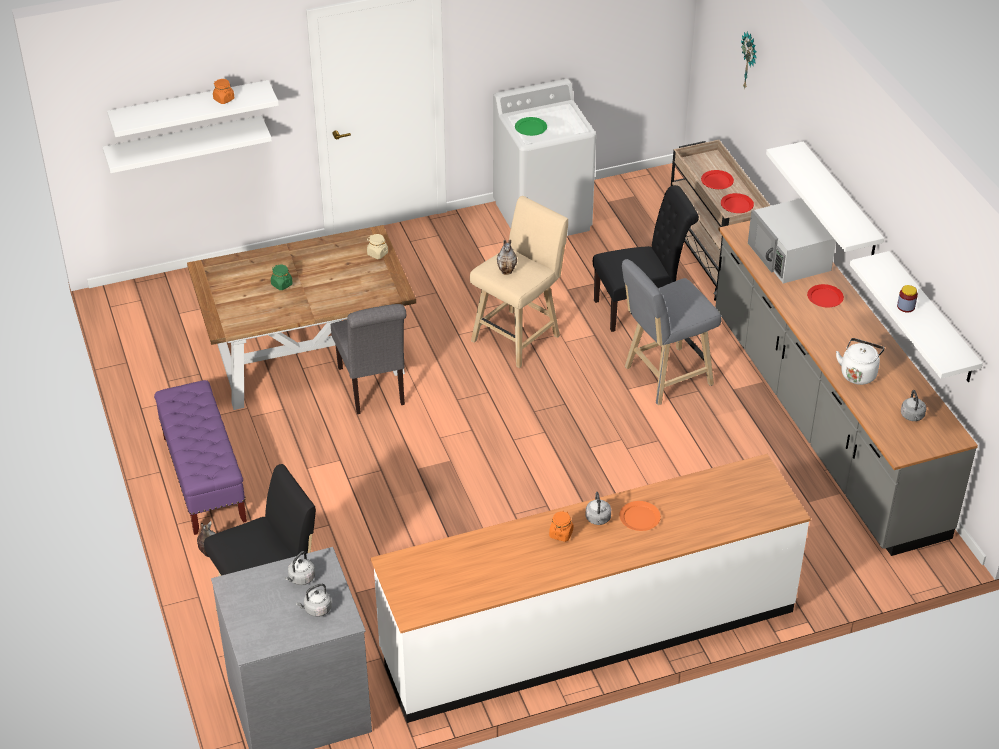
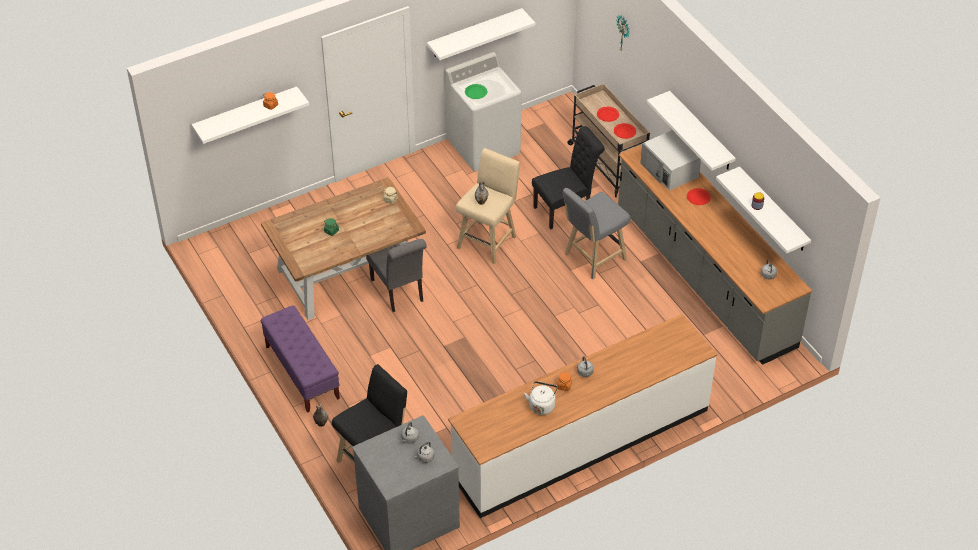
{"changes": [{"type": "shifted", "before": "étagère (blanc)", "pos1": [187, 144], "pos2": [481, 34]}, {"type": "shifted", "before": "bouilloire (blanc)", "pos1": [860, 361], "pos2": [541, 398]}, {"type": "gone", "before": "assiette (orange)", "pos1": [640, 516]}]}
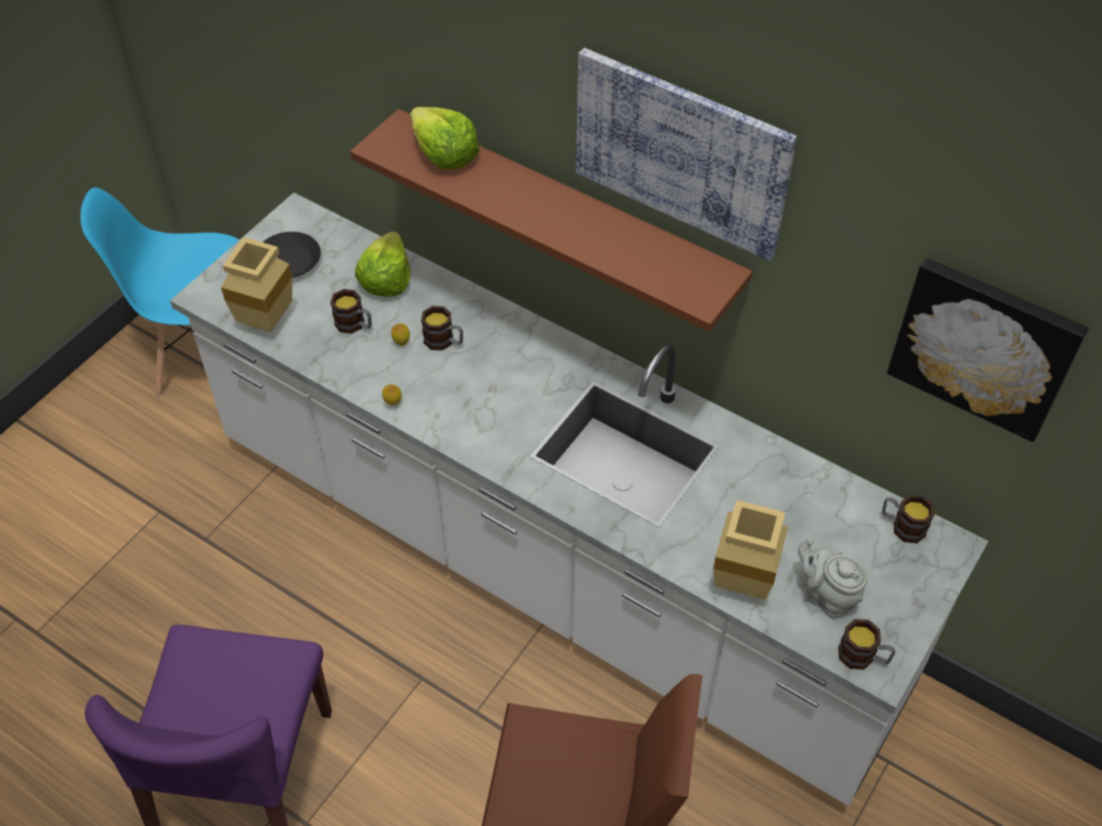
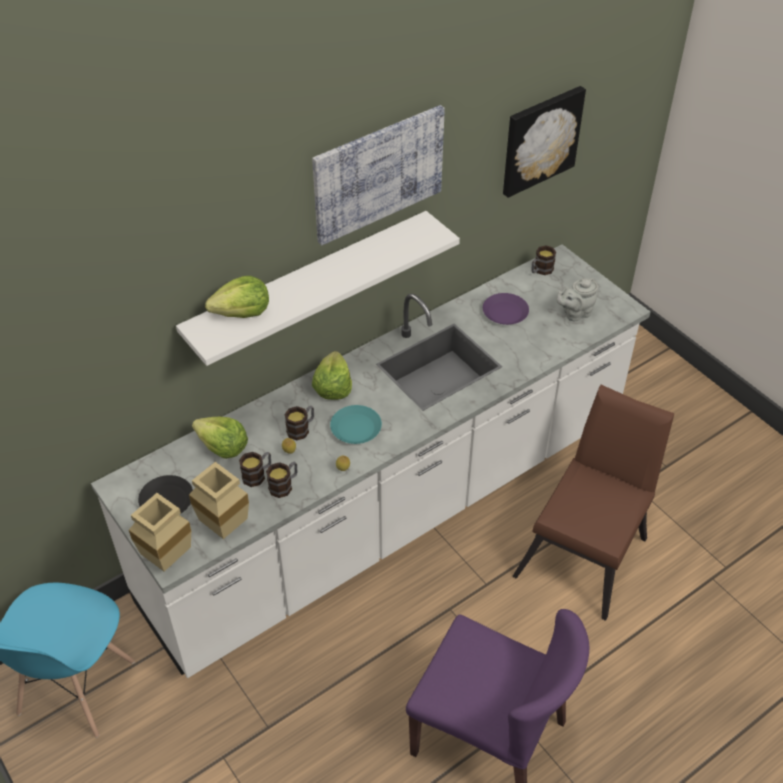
{"changes": [{"type": "shifted", "before": "vase (beige)", "pos1": [750, 550], "pos2": [160, 532]}, {"type": "repainted", "before": "étagère (marron)", "after": "étagère (blanc)", "pos1": [551, 220], "pos2": [318, 288]}, {"type": "shifted", "before": "mug", "pos1": [866, 644], "pos2": [281, 480]}, {"type": "new", "after": "laitue", "pos2": [332, 375]}, {"type": "new", "after": "assiette (turquoise)", "pos2": [356, 424]}, {"type": "new", "after": "assiette (violet)", "pos2": [506, 309]}]}
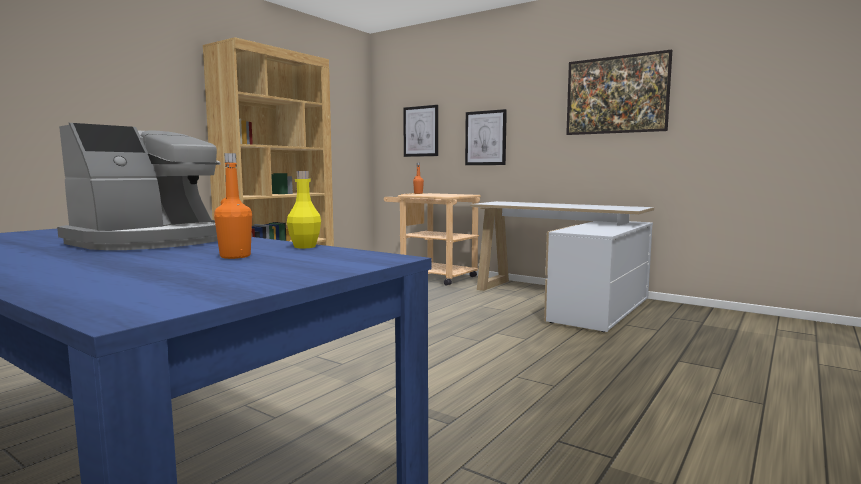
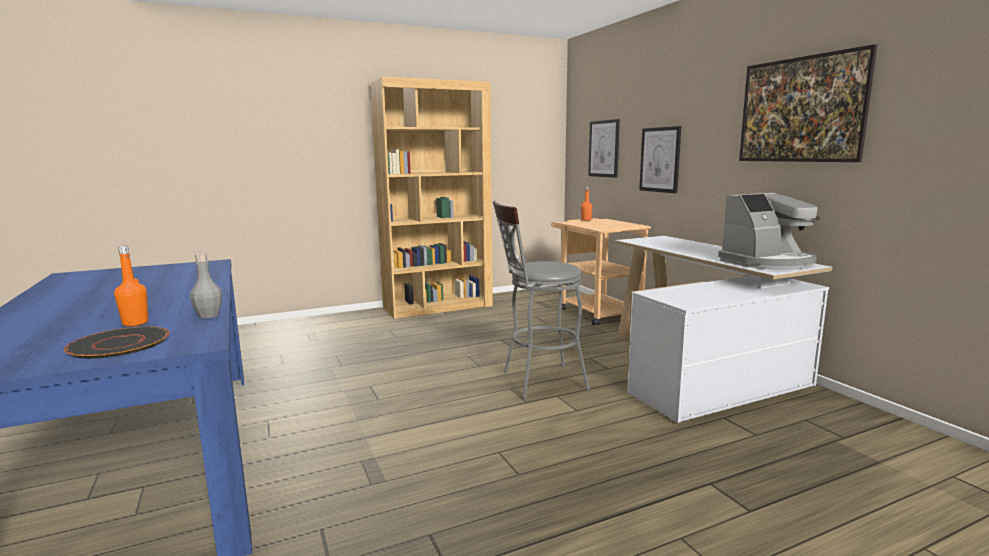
{"changes": [{"type": "new", "after": "assiette (noir)", "pos2": [117, 342]}, {"type": "repainted", "before": "bouteille (jaune)", "after": "bouteille (gris)", "pos1": [304, 209], "pos2": [206, 286]}, {"type": "new", "after": "tabouret (gris)", "pos2": [541, 299]}, {"type": "shifted", "before": "machine à café", "pos1": [139, 186], "pos2": [769, 231]}]}
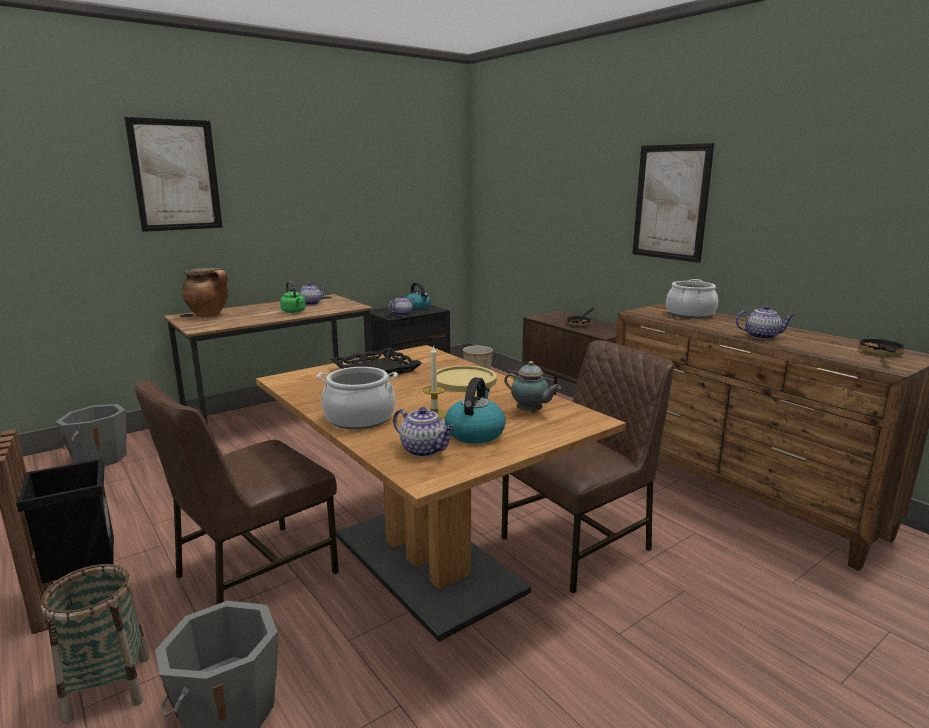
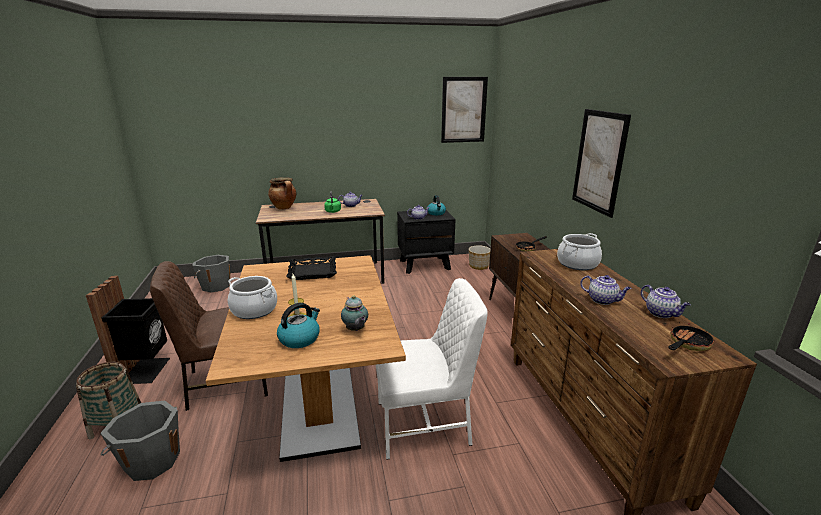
{"changes": [{"type": "repainted", "before": "chaise (marron)", "after": "chaise (blanc)", "pos1": [587, 467], "pos2": [432, 369]}, {"type": "shifted", "before": "tableau", "pos1": [173, 174], "pos2": [464, 110]}, {"type": "shifted", "before": "théière", "pos1": [424, 432], "pos2": [666, 301]}, {"type": "gone", "before": "assiette (jaune)", "pos1": [467, 378]}]}
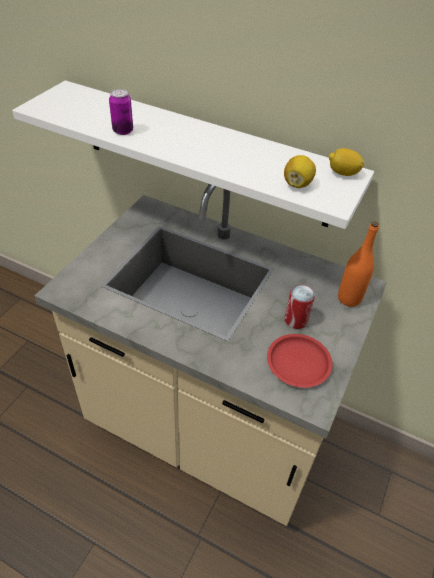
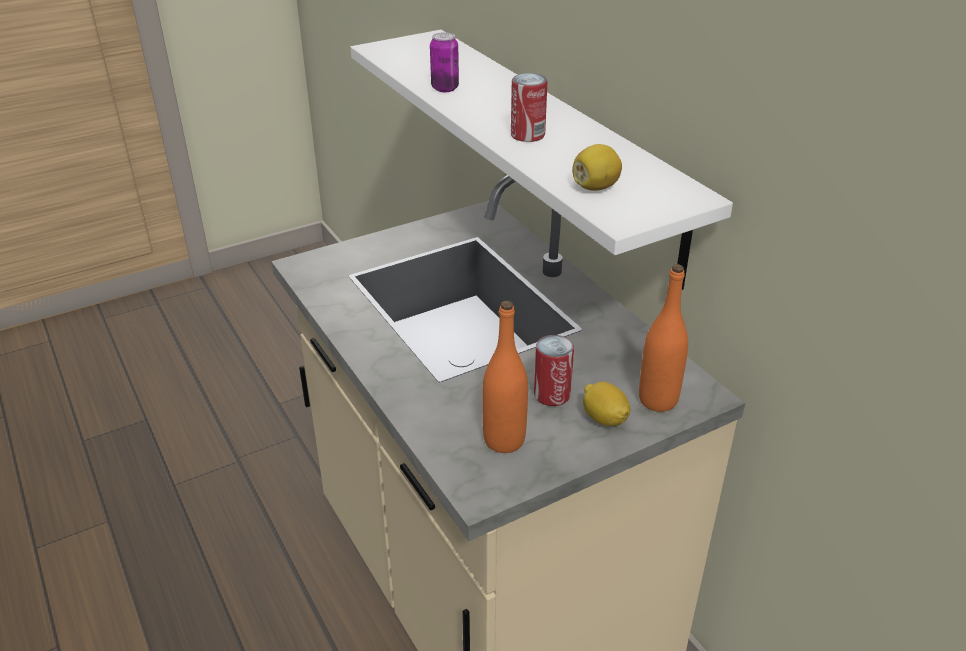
{"changes": [{"type": "swapped", "before": "assiette (rouge)", "after": "bouteille (orange)", "pos1": [300, 361], "pos2": [505, 377]}, {"type": "new", "after": "boîte métallique", "pos2": [529, 107]}, {"type": "shifted", "before": "citron", "pos1": [346, 162], "pos2": [606, 404]}]}
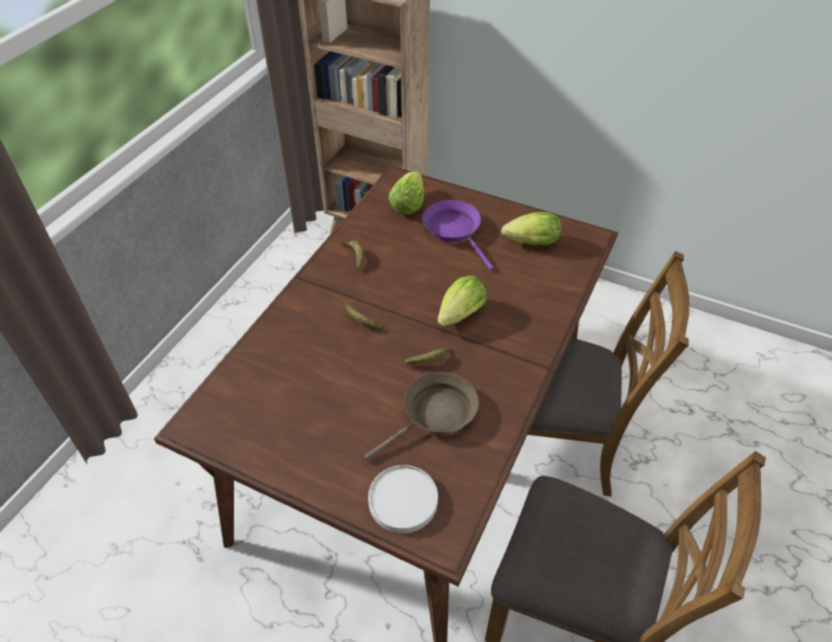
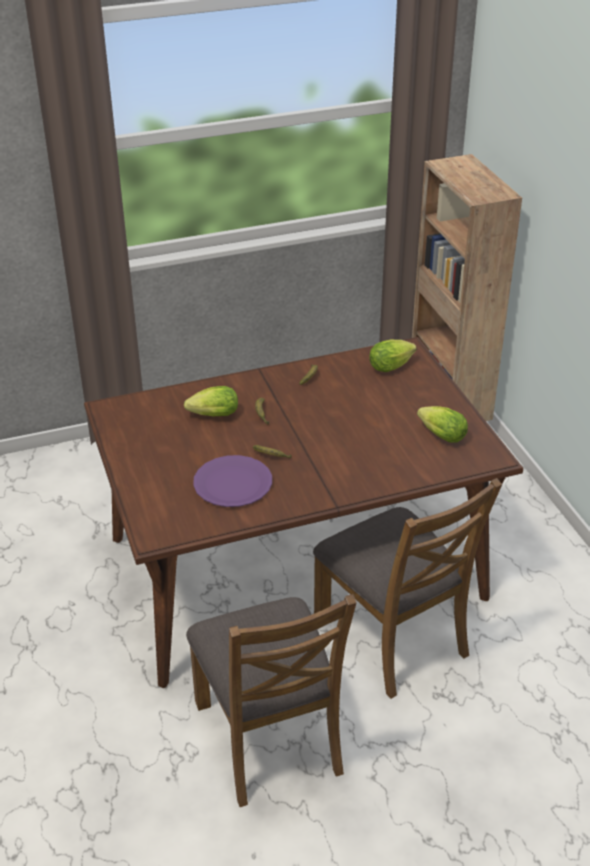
{"changes": [{"type": "shifted", "before": "laitue", "pos1": [462, 301], "pos2": [211, 401]}, {"type": "swapped", "before": "poêle (marron)", "after": "assiette (violet)", "pos1": [421, 416], "pos2": [232, 481]}, {"type": "gone", "before": "assiette (blanc)", "pos1": [403, 499]}, {"type": "gone", "before": "poêle (violet)", "pos1": [458, 235]}]}
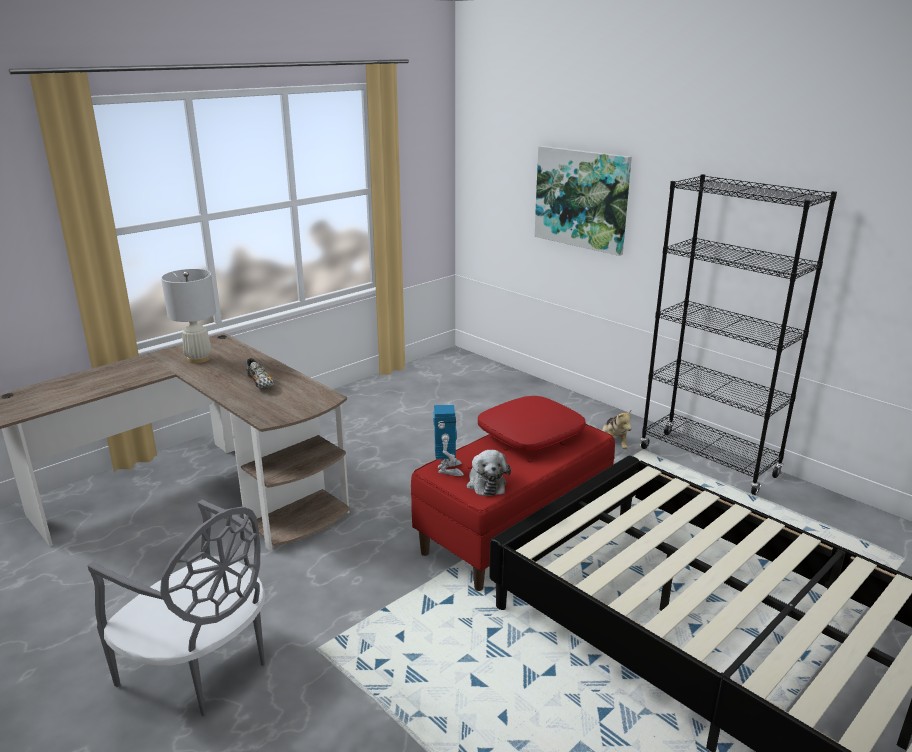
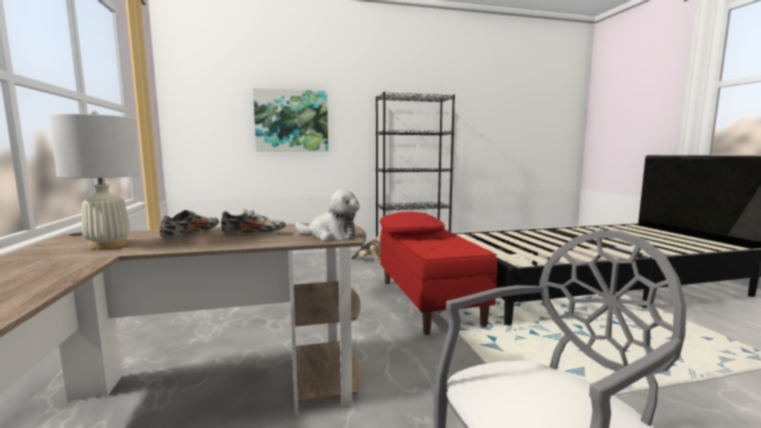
{"changes": [{"type": "new", "after": "chaussure", "pos2": [189, 224]}, {"type": "shifted", "before": "peluche", "pos1": [489, 473], "pos2": [327, 215]}, {"type": "gone", "before": "robot jouet", "pos1": [448, 440]}]}
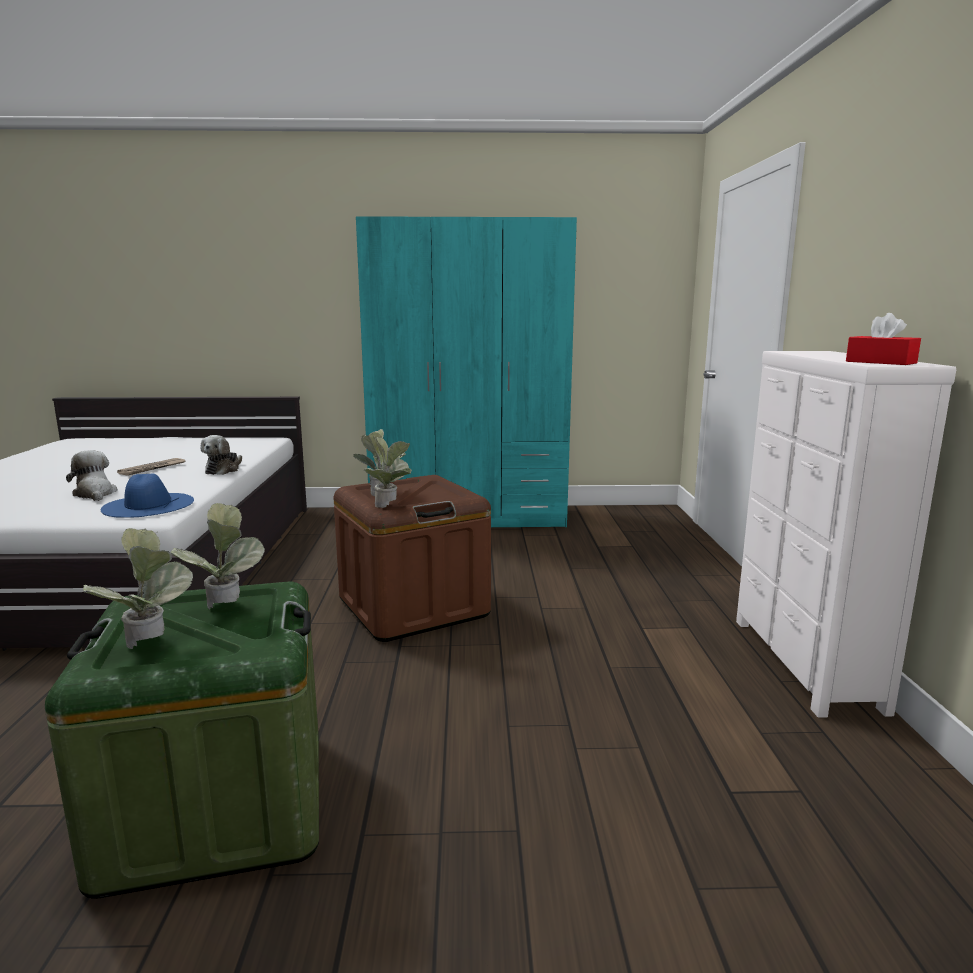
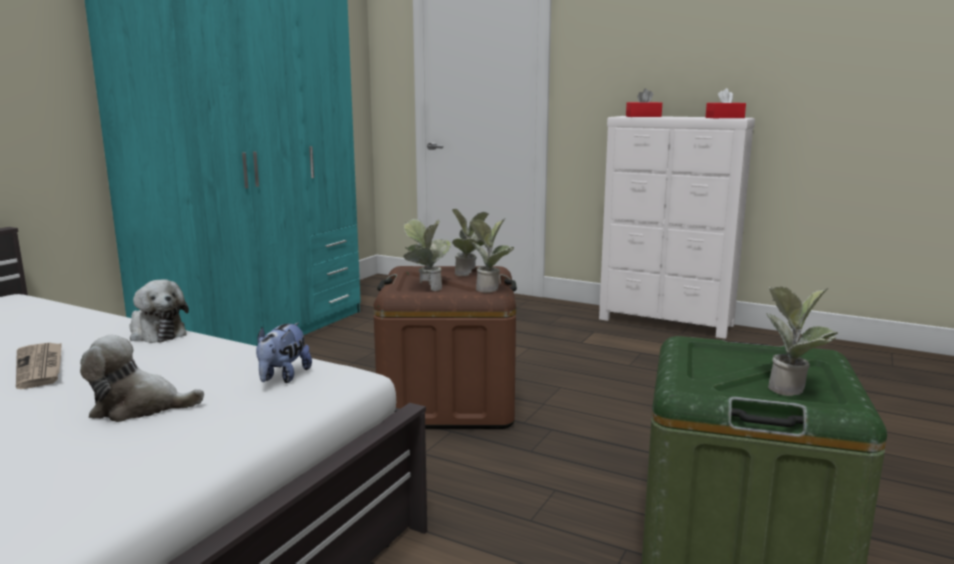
{"changes": [{"type": "swapped", "before": "chapeau (bleu)", "after": "peluche", "pos1": [147, 495], "pos2": [284, 352]}, {"type": "shifted", "before": "plante en pot", "pos1": [218, 556], "pos2": [470, 242]}, {"type": "new", "after": "boîte à mouchoirs (rouge)", "pos2": [644, 103]}]}
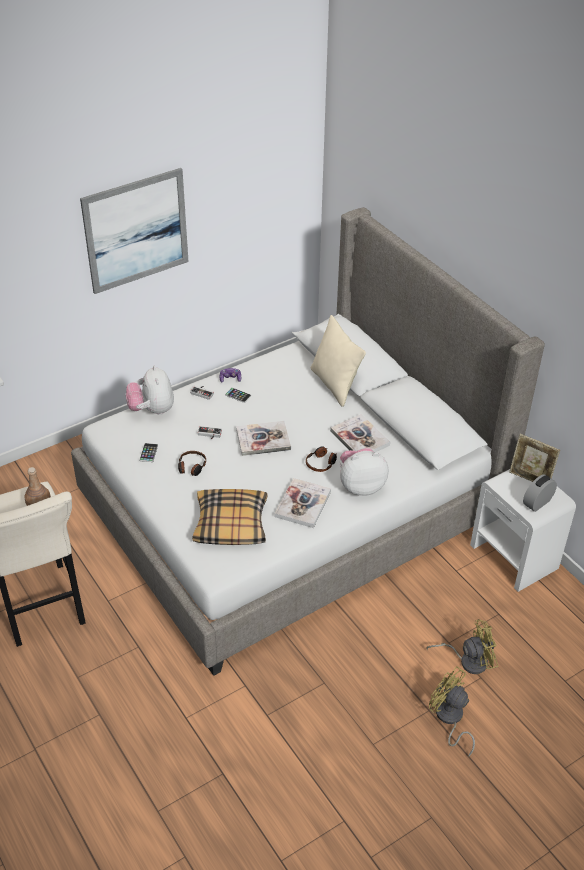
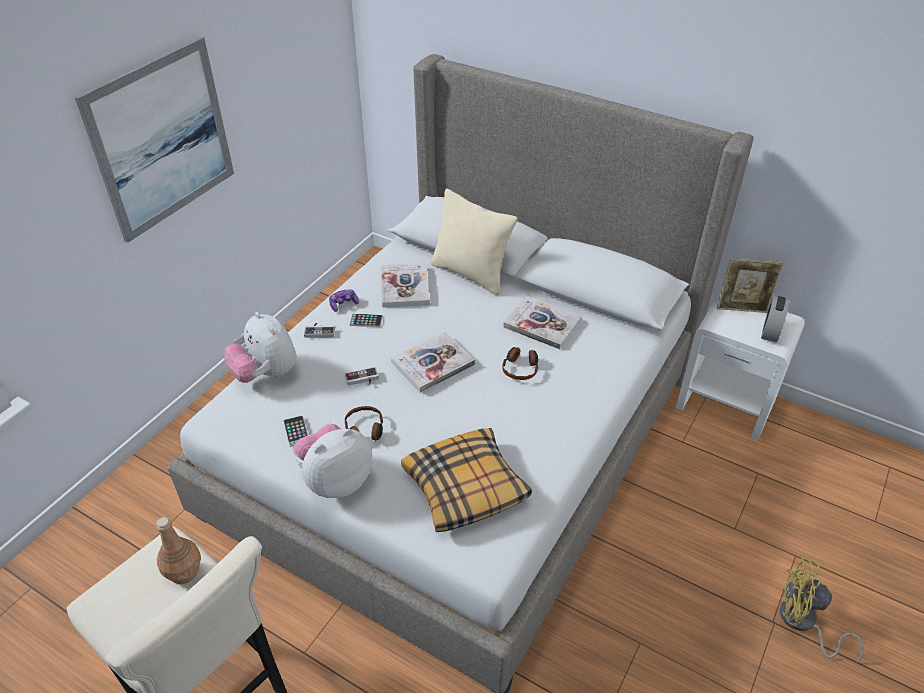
{"changes": [{"type": "shifted", "before": "peluche", "pos1": [364, 472], "pos2": [332, 461]}, {"type": "shifted", "before": "livre", "pos1": [303, 503], "pos2": [405, 285]}, {"type": "gone", "before": "ventilateur (jaune)", "pos1": [462, 646]}]}
